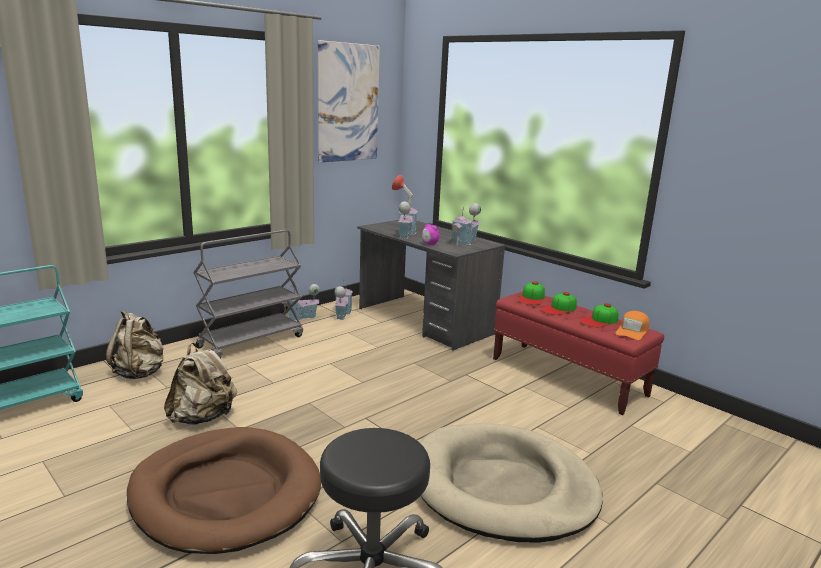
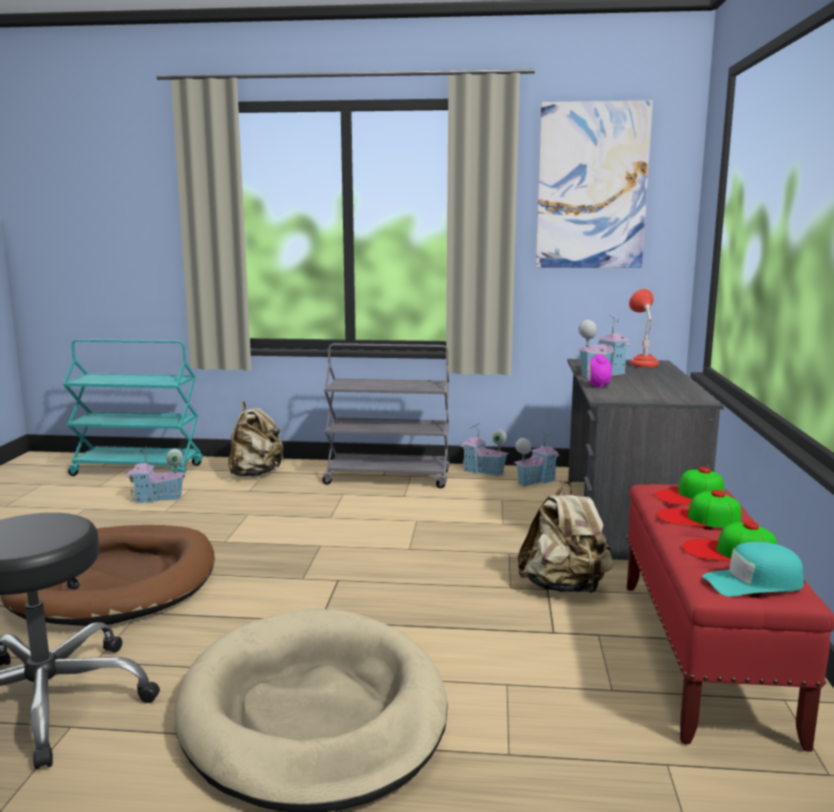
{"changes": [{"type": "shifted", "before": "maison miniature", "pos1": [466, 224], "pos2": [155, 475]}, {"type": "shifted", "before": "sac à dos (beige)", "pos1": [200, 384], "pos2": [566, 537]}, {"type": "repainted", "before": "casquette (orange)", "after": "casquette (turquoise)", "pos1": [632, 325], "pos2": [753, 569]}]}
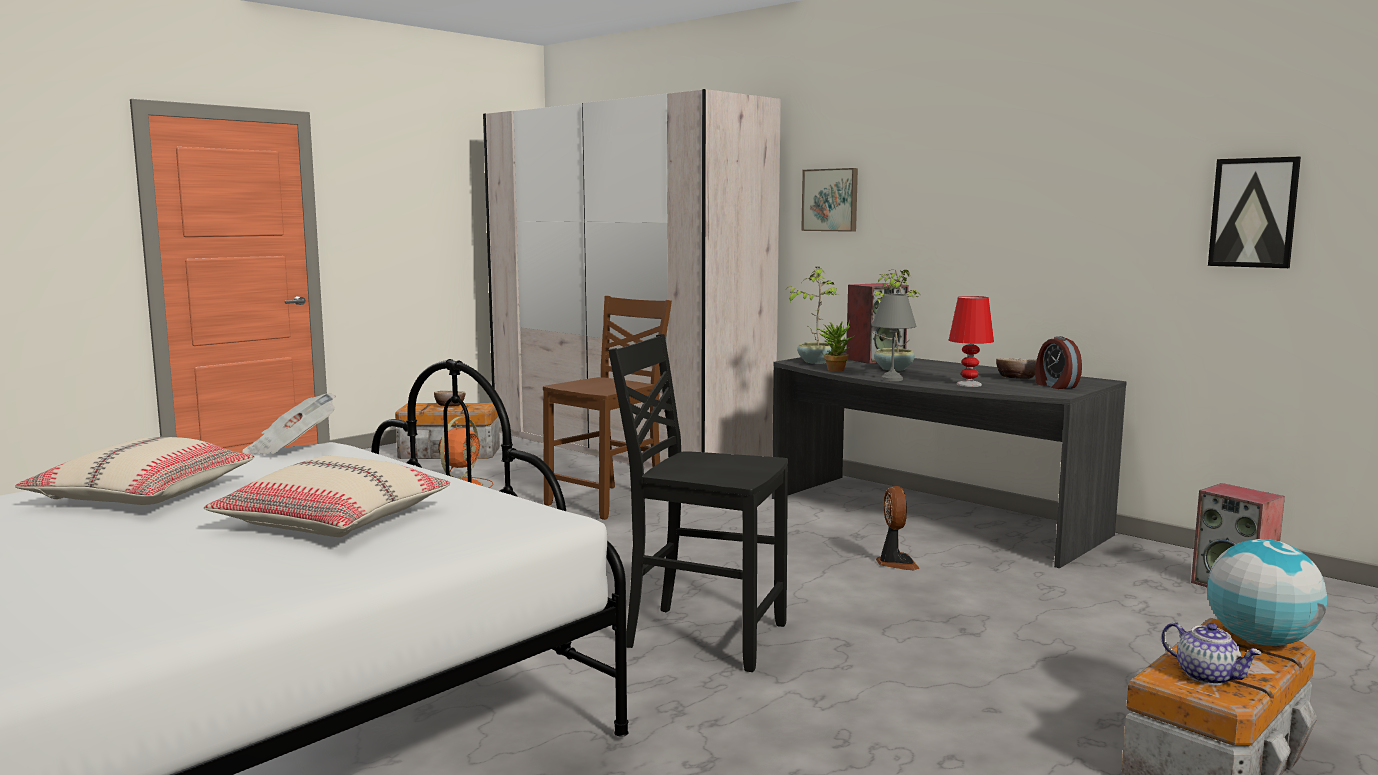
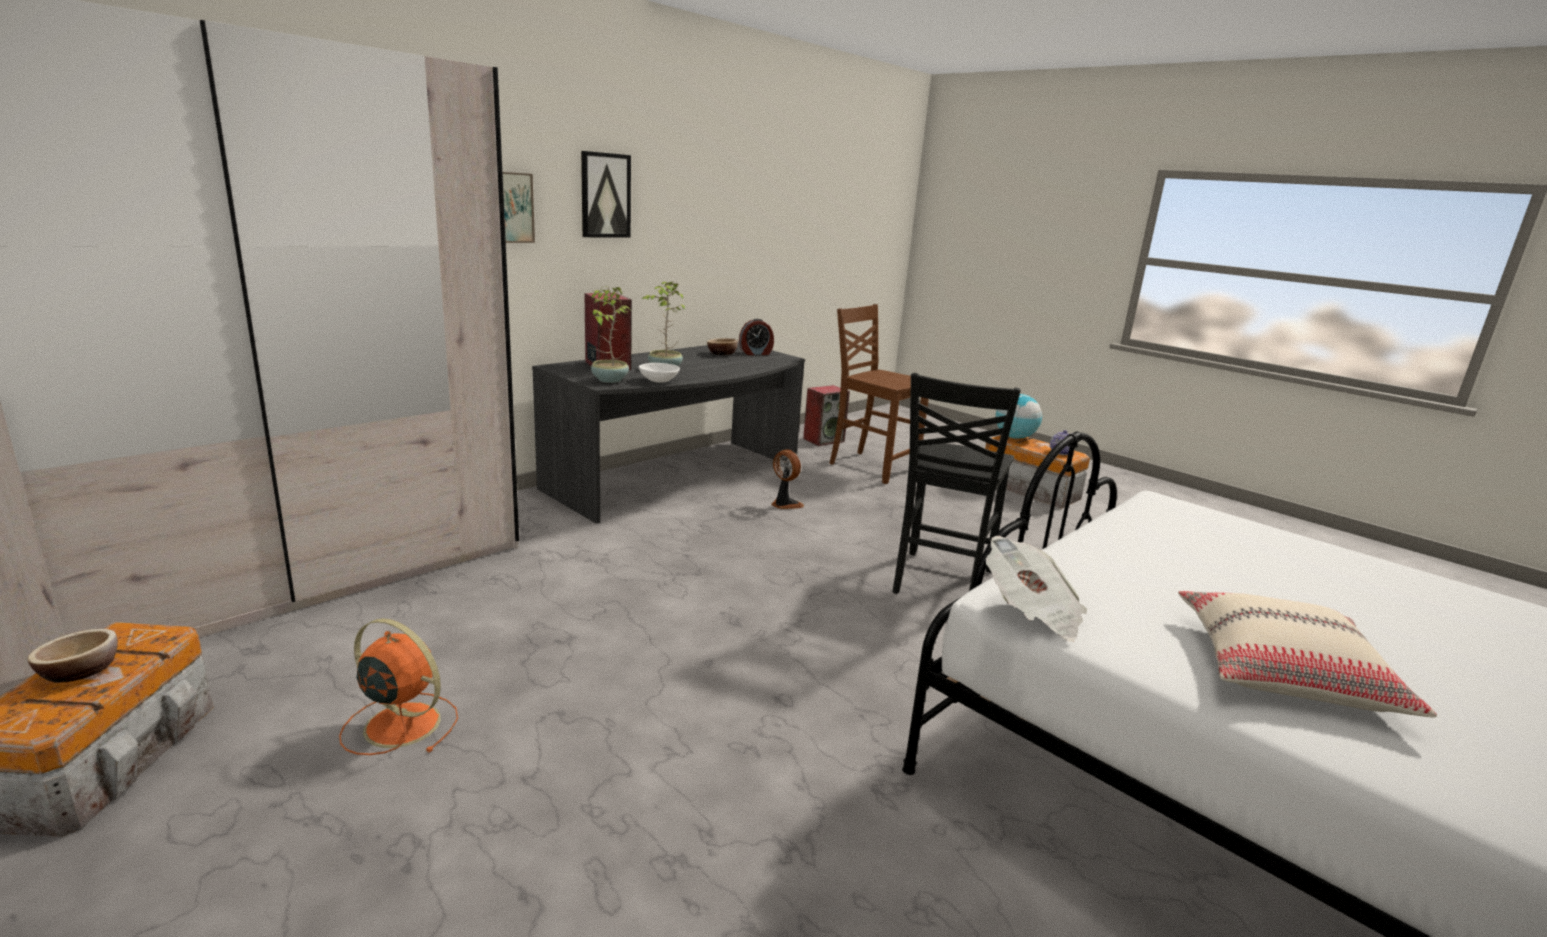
{"changes": [{"type": "shifted", "before": "tableau", "pos1": [1254, 212], "pos2": [606, 194]}, {"type": "swapped", "before": "plante en pot", "after": "bol (blanc)", "pos1": [835, 345], "pos2": [659, 373]}, {"type": "rotated", "before": "ventilateur", "pos1": [898, 528], "pos2": [787, 479], "turn": 45}, {"type": "shifted", "before": "chaise (marron)", "pos1": [607, 408], "pos2": [879, 394]}, {"type": "gone", "before": "coussin (beige)", "pos1": [327, 496]}, {"type": "gone", "before": "lampe de table (gris)", "pos1": [894, 337]}, {"type": "gone", "before": "lampe de table (rouge)", "pos1": [971, 341]}]}
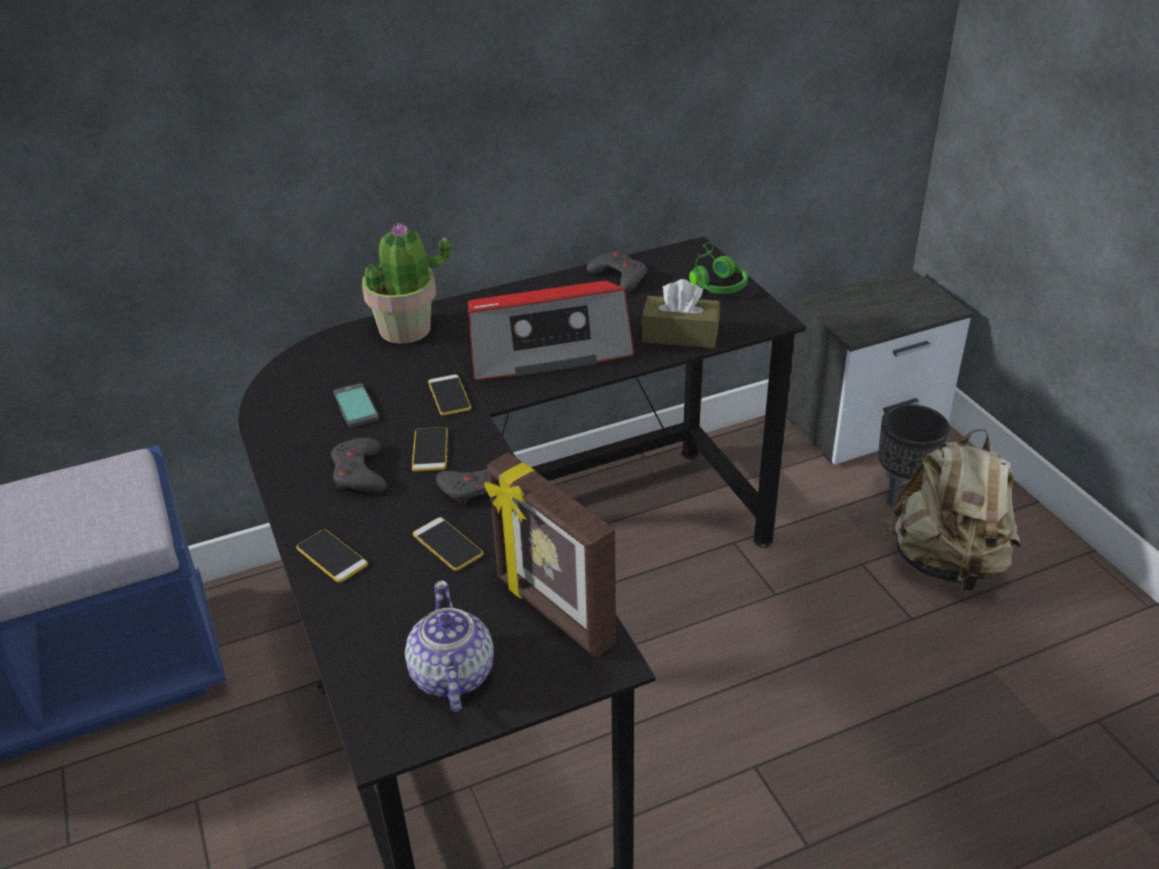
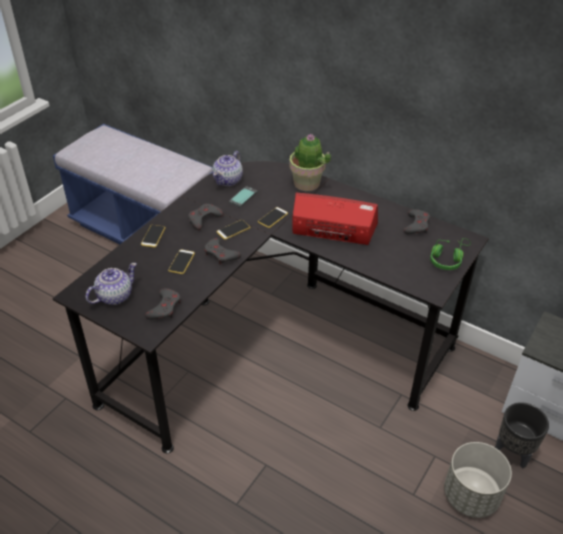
{"changes": [{"type": "swapped", "before": "cadre photo", "after": "manette (gris)", "pos1": [550, 555], "pos2": [163, 304]}, {"type": "new", "after": "théière", "pos2": [227, 168]}, {"type": "rotated", "before": "radio", "pos1": [551, 331], "pos2": [335, 219], "turn": 150}, {"type": "swapped", "before": "sac à dos (beige)", "after": "cache-pot (gris)", "pos1": [953, 509], "pos2": [478, 480]}, {"type": "gone", "before": "boîte à mouchoirs (marron)", "pos1": [680, 313]}]}
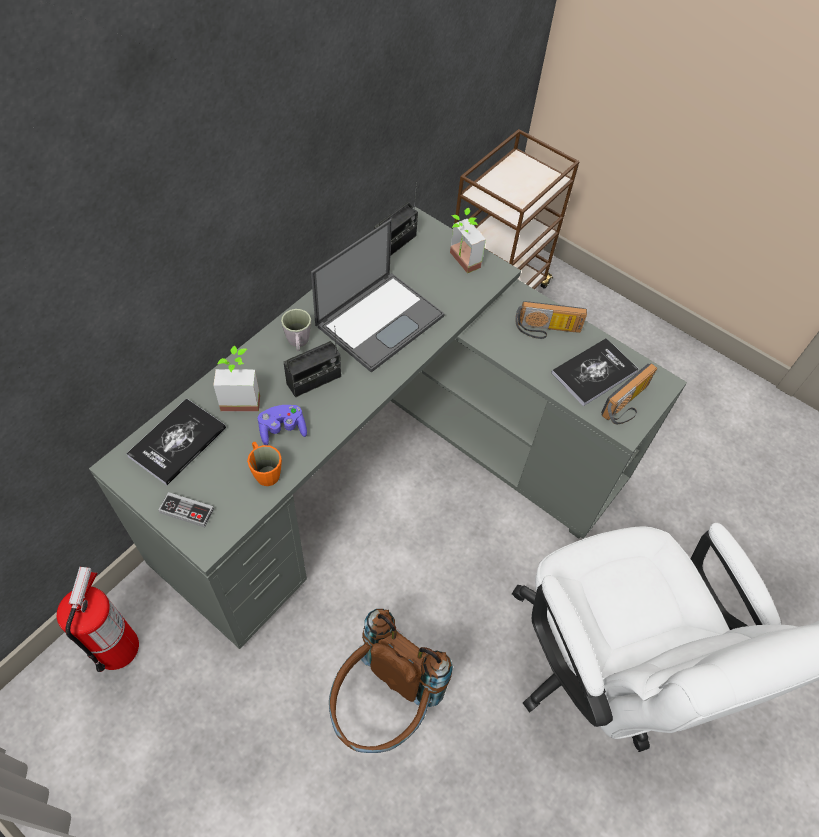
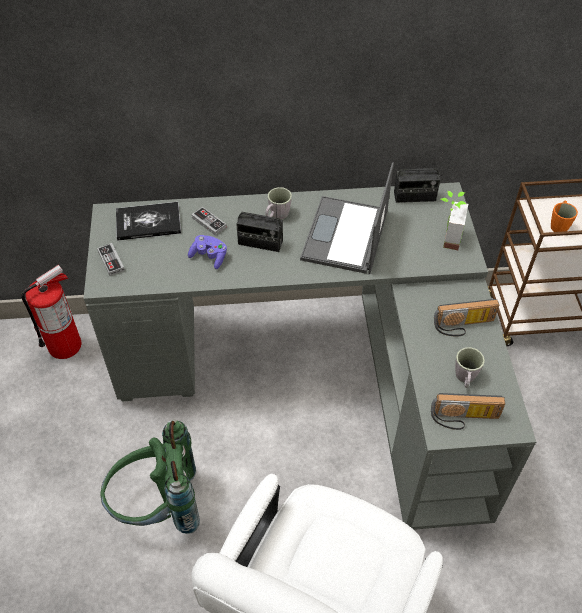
{"changes": [{"type": "repainted", "before": "sac à dos (marron)", "after": "sac à dos (vert)", "pos1": [391, 681], "pos2": [150, 477]}, {"type": "swapped", "before": "plante en pot", "after": "manette", "pos1": [236, 378], "pos2": [209, 221]}, {"type": "rotated", "before": "ordinateur portable", "pos1": [378, 296], "pos2": [347, 218], "turn": 105}, {"type": "rotated", "before": "radio", "pos1": [551, 320], "pos2": [466, 317], "turn": -60}, {"type": "swapped", "before": "livre", "after": "mug (gris)", "pos1": [595, 372], "pos2": [470, 367]}, {"type": "shifted", "before": "mug (orange)", "pos1": [264, 464], "pos2": [564, 216]}]}
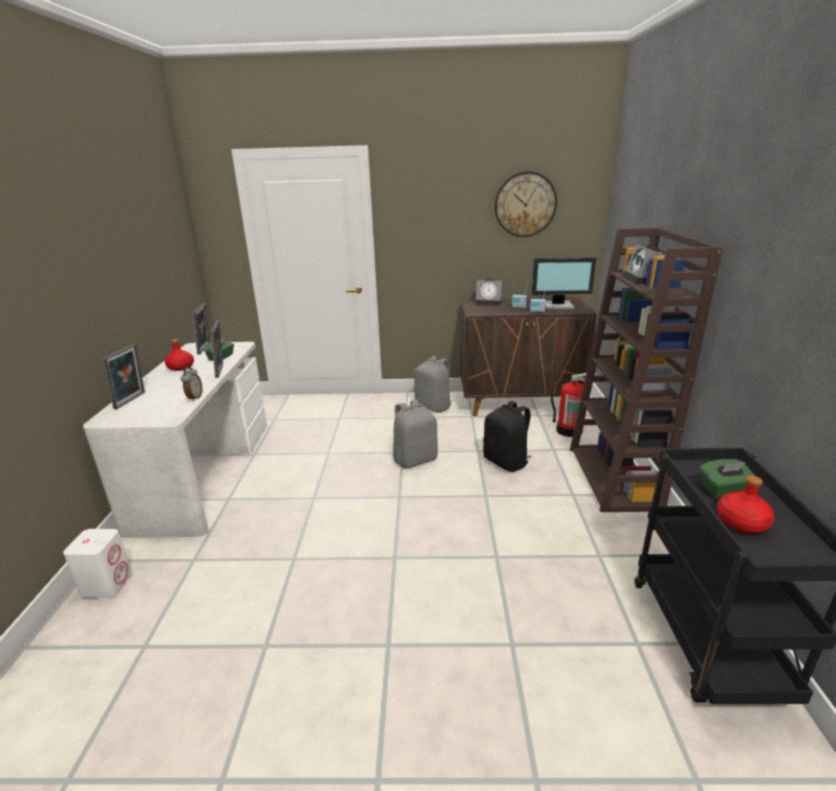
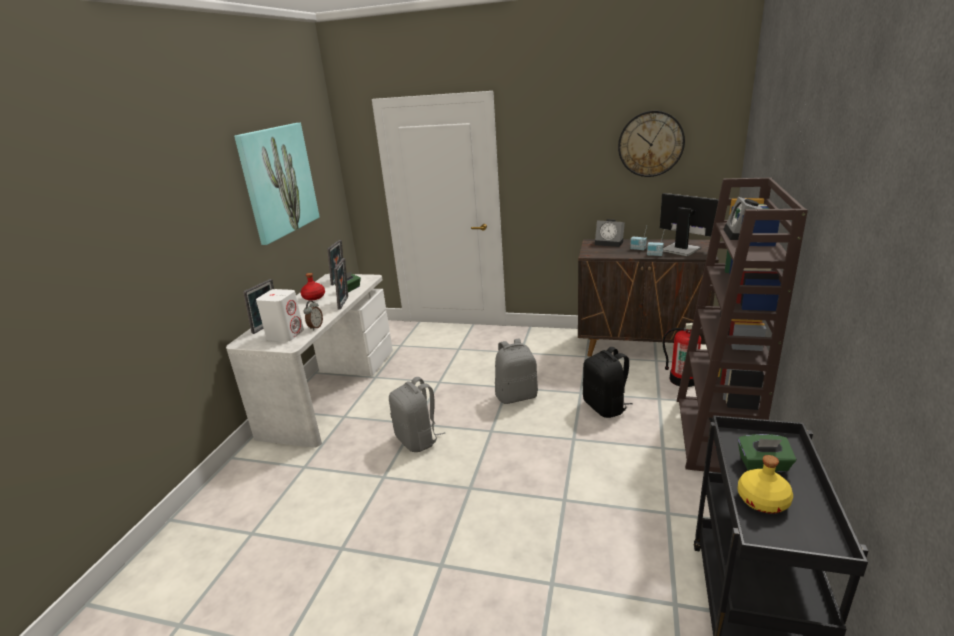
{"changes": [{"type": "new", "after": "tableau", "pos2": [277, 184]}, {"type": "shifted", "before": "enceinte (blanc)", "pos1": [97, 563], "pos2": [280, 315]}, {"type": "shifted", "before": "sac à dos (gris)", "pos1": [433, 384], "pos2": [417, 414]}, {"type": "rotated", "before": "écran d'ordinateur", "pos1": [563, 283], "pos2": [689, 224], "turn": -150}, {"type": "repainted", "before": "bouteille (rouge)", "after": "bouteille (jaune)", "pos1": [746, 505], "pos2": [765, 484]}]}
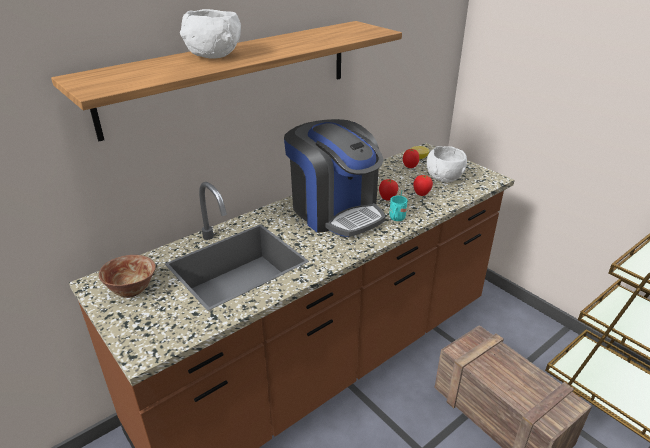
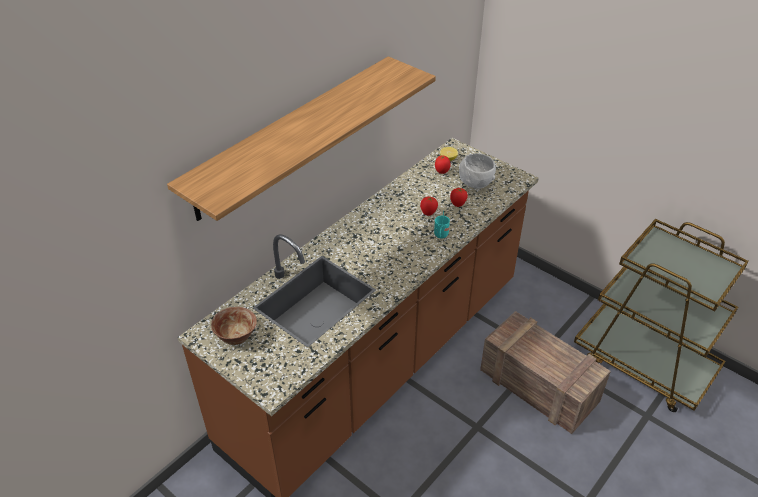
{"changes": [{"type": "gone", "before": "bol (blanc)", "pos1": [210, 34]}, {"type": "gone", "before": "machine à café", "pos1": [334, 178]}]}
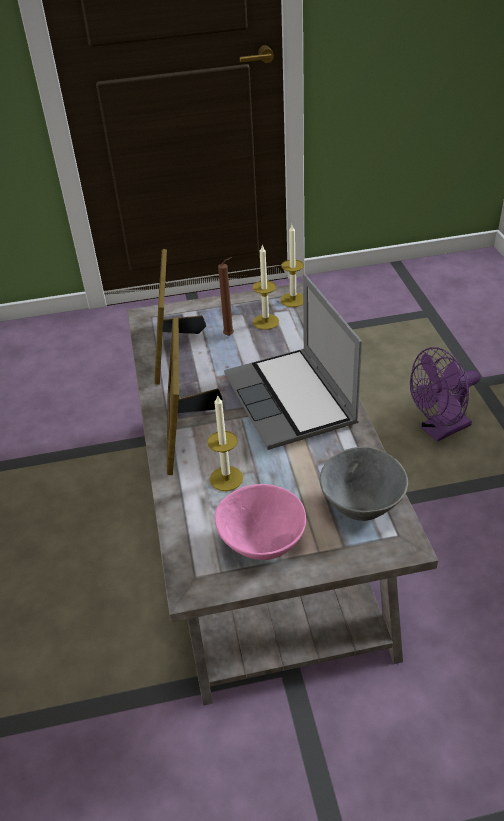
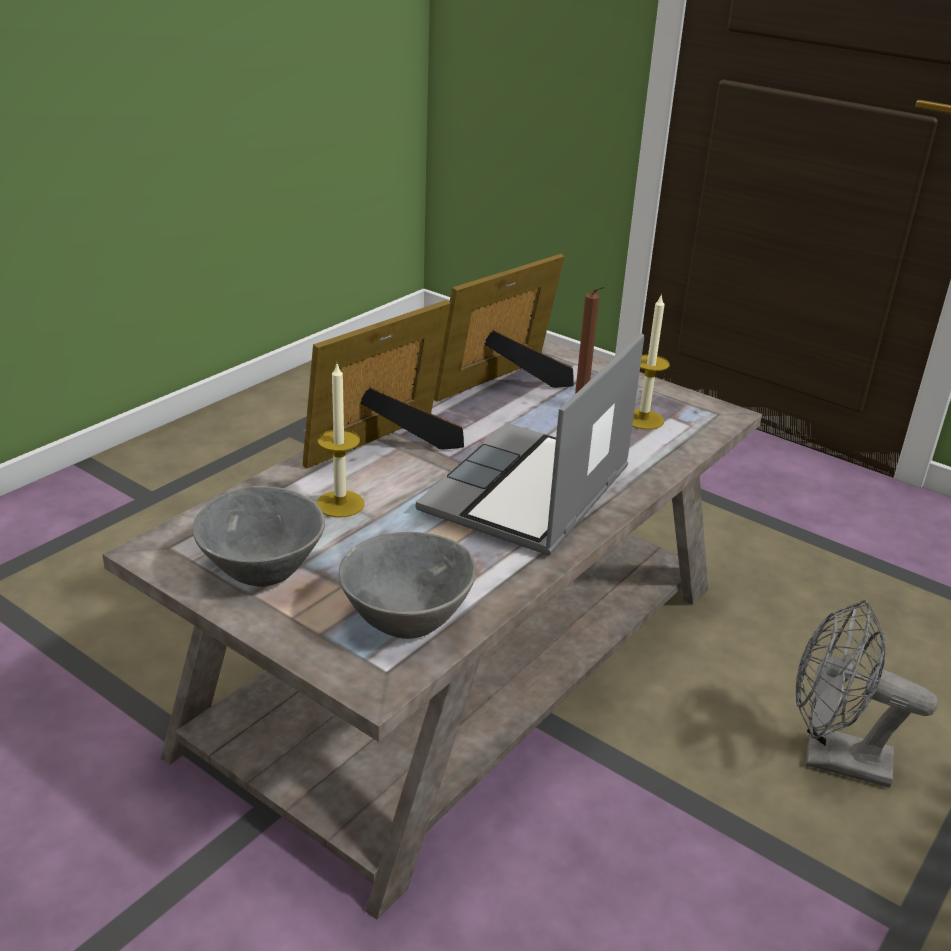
{"changes": [{"type": "repainted", "before": "bol (rose)", "after": "bol (gris)", "pos1": [260, 522], "pos2": [258, 536]}, {"type": "repainted", "before": "ventilateur (violet)", "after": "ventilateur (gris)", "pos1": [445, 394], "pos2": [867, 694]}, {"type": "gone", "before": "bougie", "pos1": [292, 266]}]}
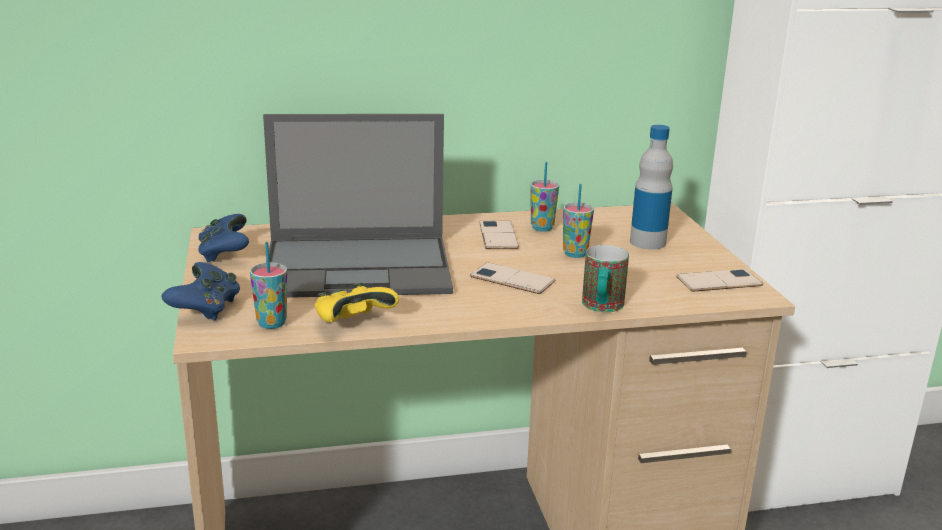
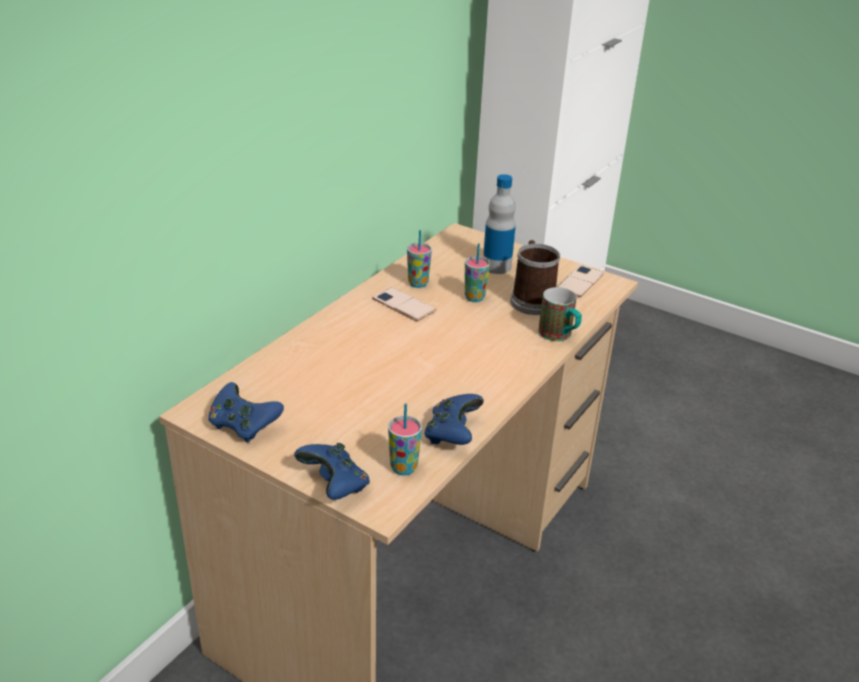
{"changes": [{"type": "repainted", "before": "manette (jaune)", "after": "manette (bleu)", "pos1": [356, 303], "pos2": [454, 419]}, {"type": "new", "after": "mug", "pos2": [535, 277]}, {"type": "gone", "before": "ordinateur portable", "pos1": [358, 206]}, {"type": "gone", "before": "téléphone", "pos1": [512, 278]}]}
